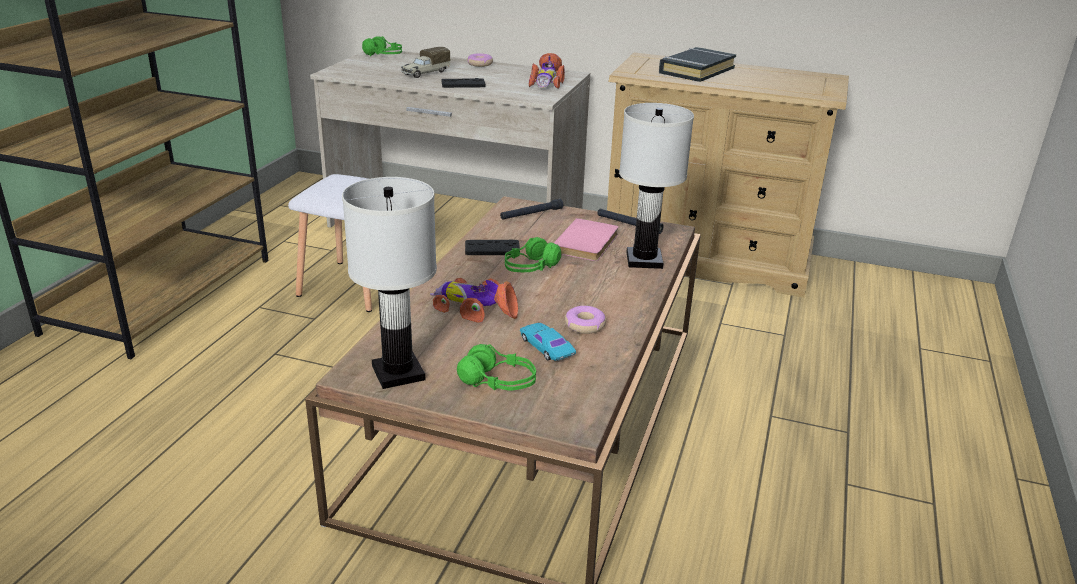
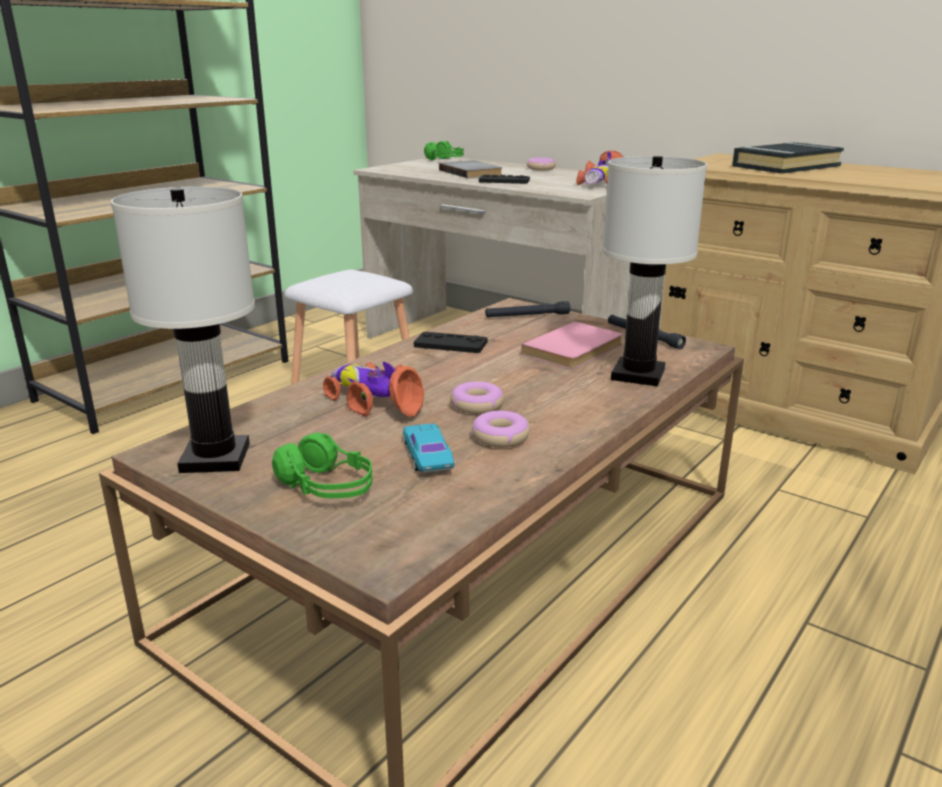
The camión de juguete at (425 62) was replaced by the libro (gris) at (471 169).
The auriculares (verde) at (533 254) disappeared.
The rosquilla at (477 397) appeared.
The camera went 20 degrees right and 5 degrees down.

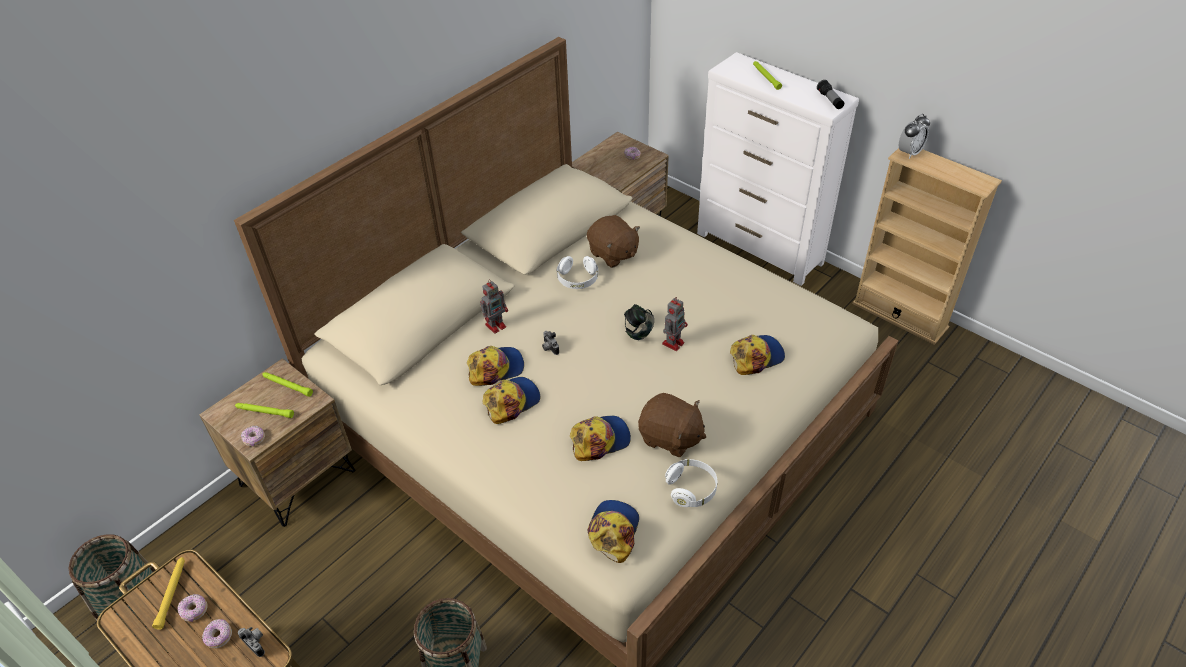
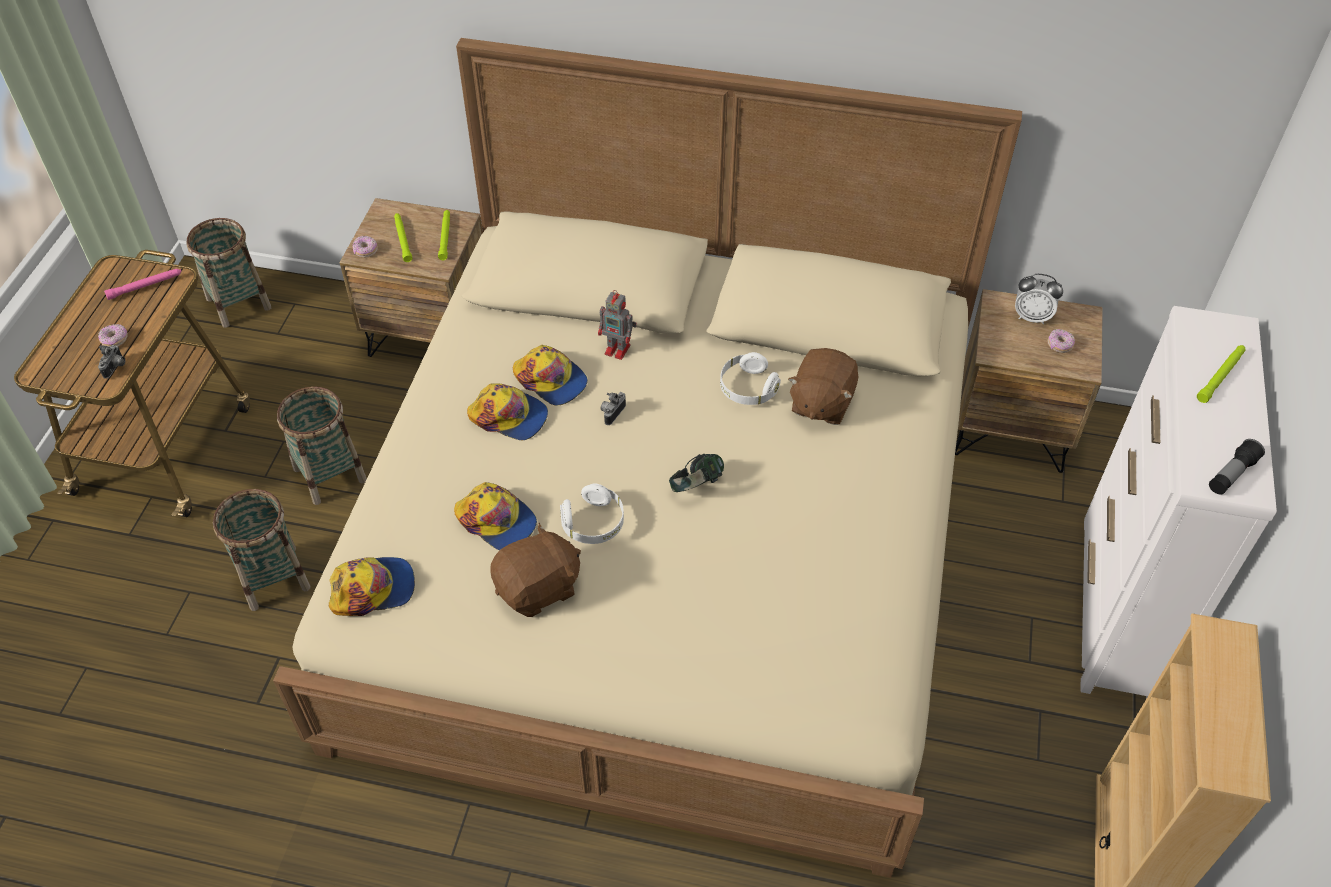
The linterna (amarillo) at (168 593) became the linterna (rosa) at (142 284).
The rosquilla at (192 608) disappeared.
The peluche (marrón) at (672 425) turned 120 degrees counterclockwise.
The robot de juguete at (675 324) disappeared.
The auriculares (blanco) moved from (691 483) to (592 514).
The gorra at (757 355) disappeared.
The despertador moved from (914 136) to (1039 299).
The cesta at (322 445) appeared.
The camera went 60 degrees right and 5 degrees up.

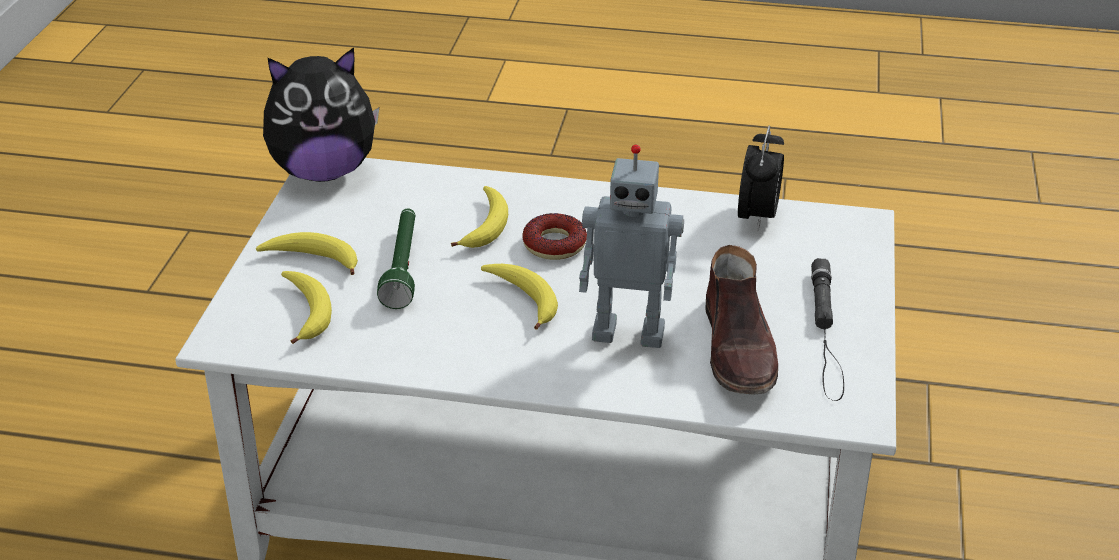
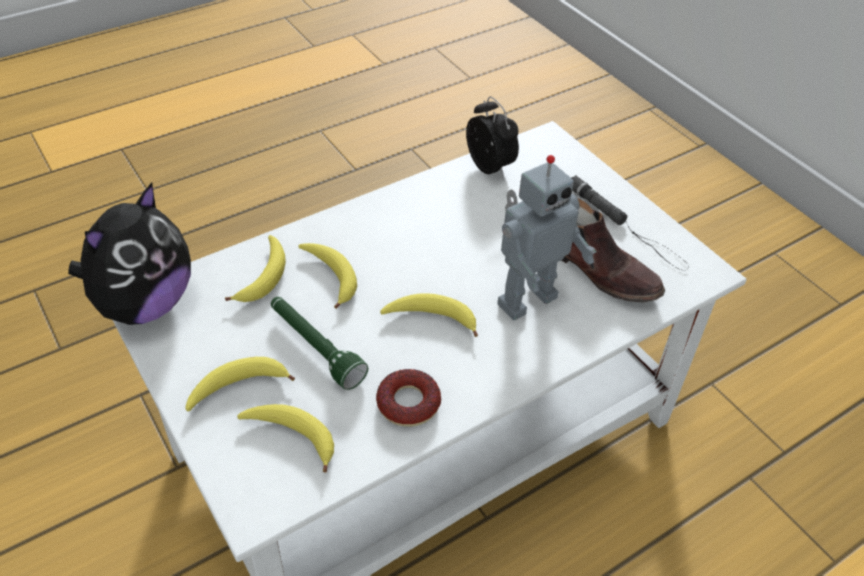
The rosquilla moved from (555 236) to (408 398).
The plátano at (255 268) appeared.
The camera went 45 degrees left and 10 degrees up.

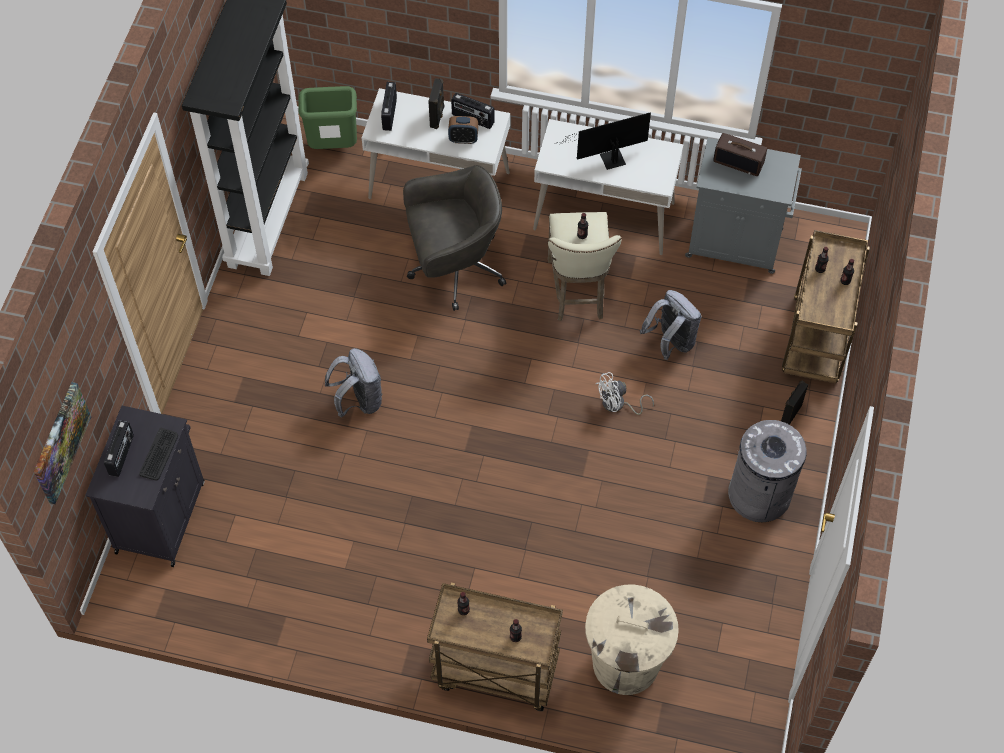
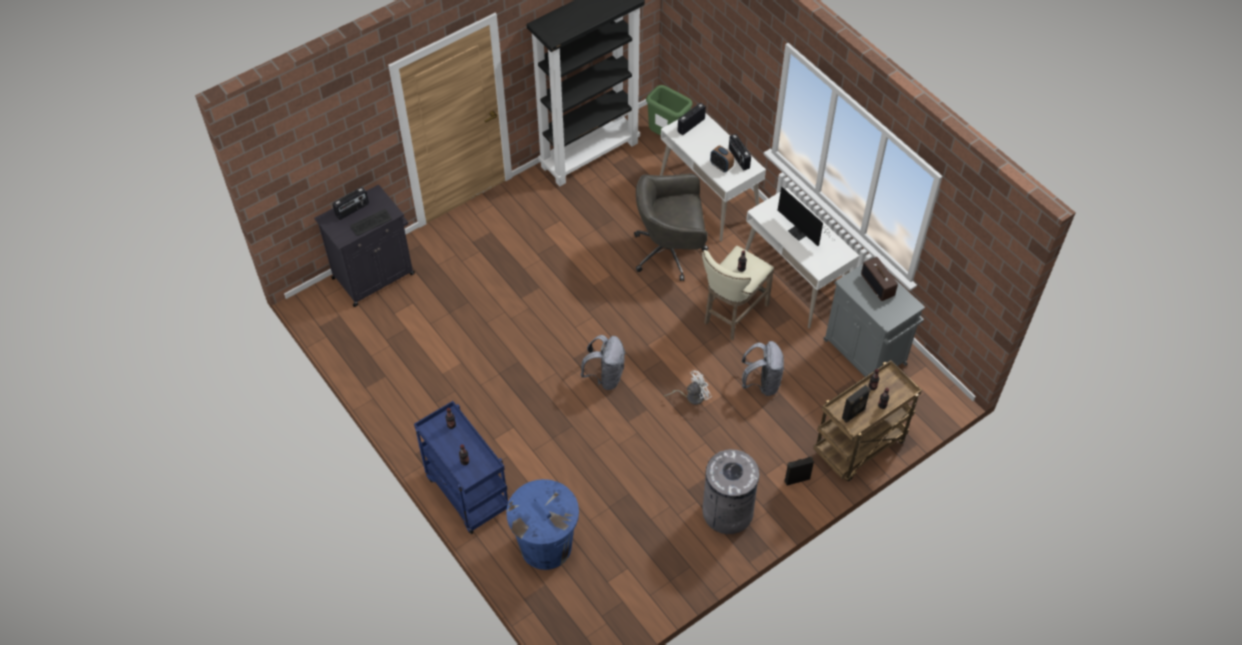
The cuadro at (62 443) disappeared.
The mochila (gris) moved from (354 383) to (602 362).
The silla de oficina (gris) at (454 238) turned 150 degrees clockwise.
The carrito (marrón) at (495 647) became the carrito (azul) at (461 467).
The altavoz (negro) moved from (436 103) to (856 404).
The monitor at (608 141) turned 150 degrees counterclockwise.
The papelera (beis) at (632 639) became the papelera (azul) at (542 524).
The ventilador (blanco) at (625 393) turned 135 degrees clockwise.
The camera went 40 degrees right and 5 degrees down.

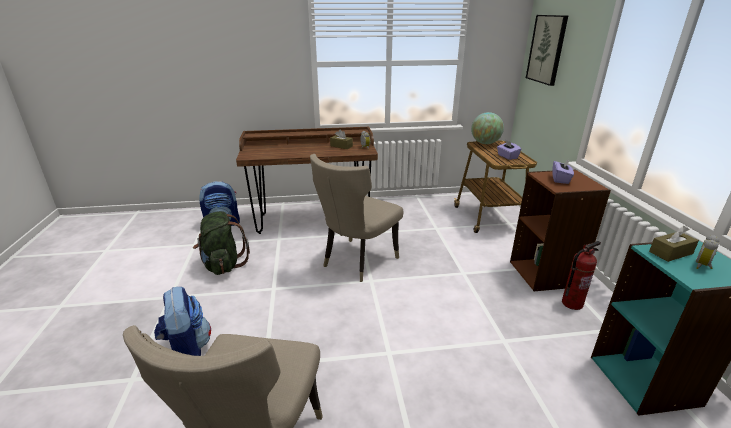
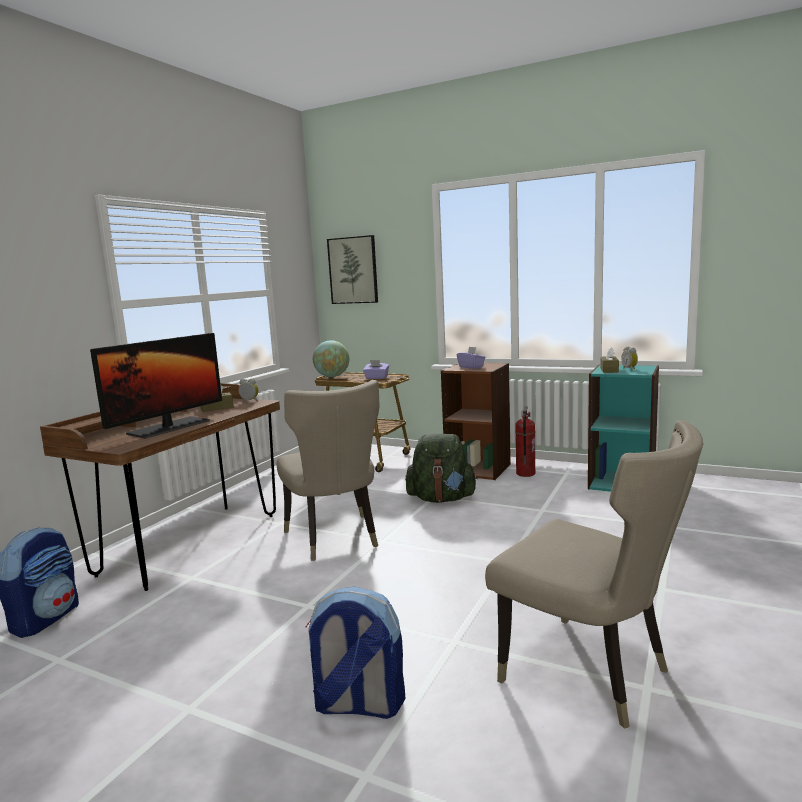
The mochila (verde) moved from (221 243) to (441 468).
The monitor at (156 386) appeared.
The camera went 55 degrees left and 15 degrees down.

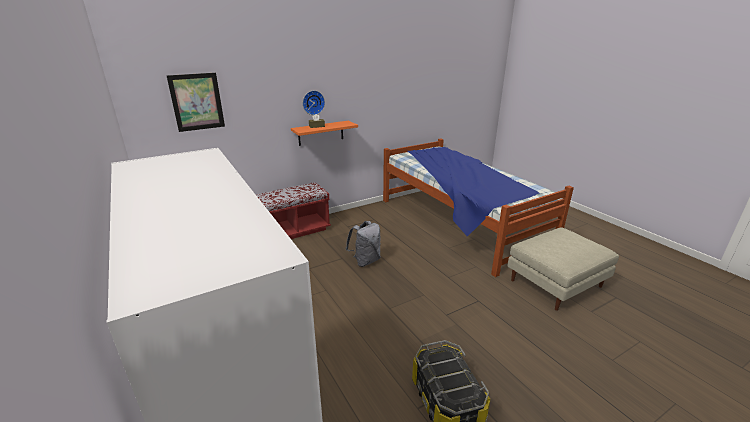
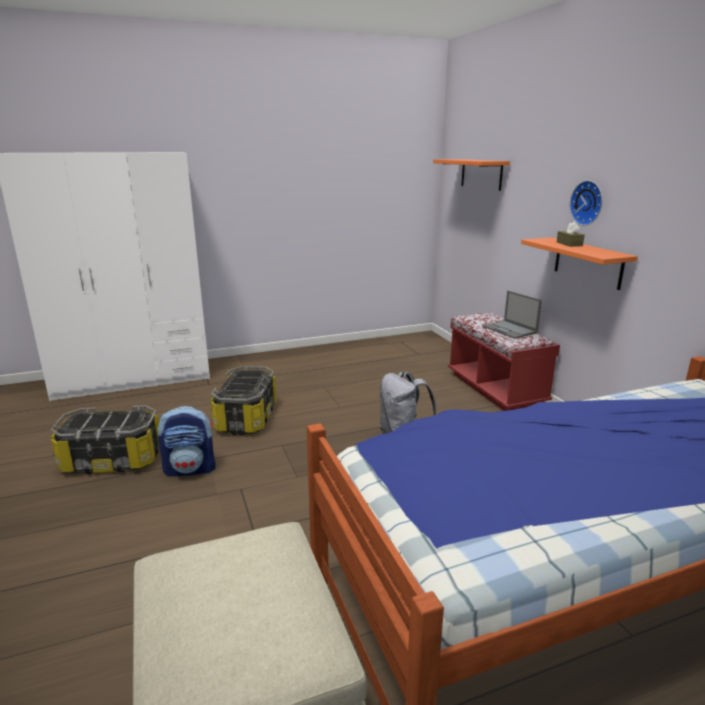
The cuadro at (196 102) was replaced by the estante (naranja) at (471 175).
The mochila at (187 441) appeared.
The caja de almacenaje at (244 400) appeared.
The portátil at (512 315) appeared.
The camera went 100 degrees right and 5 degrees down.

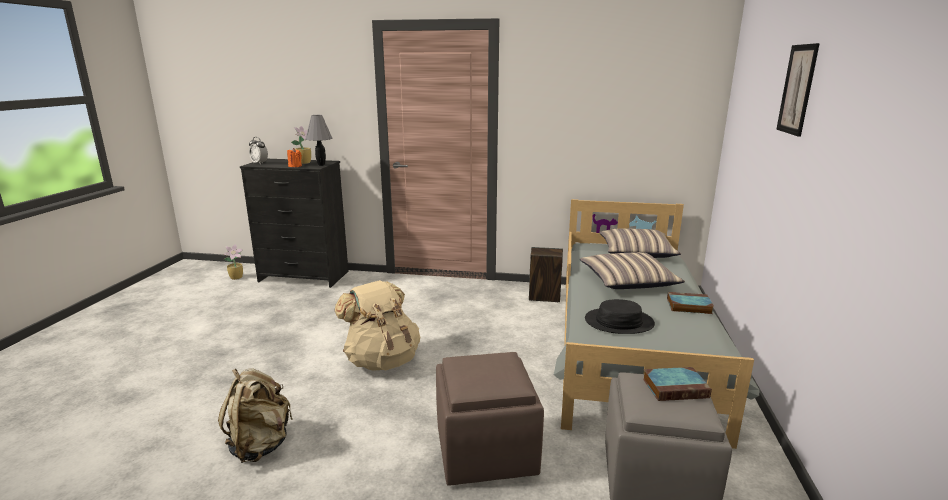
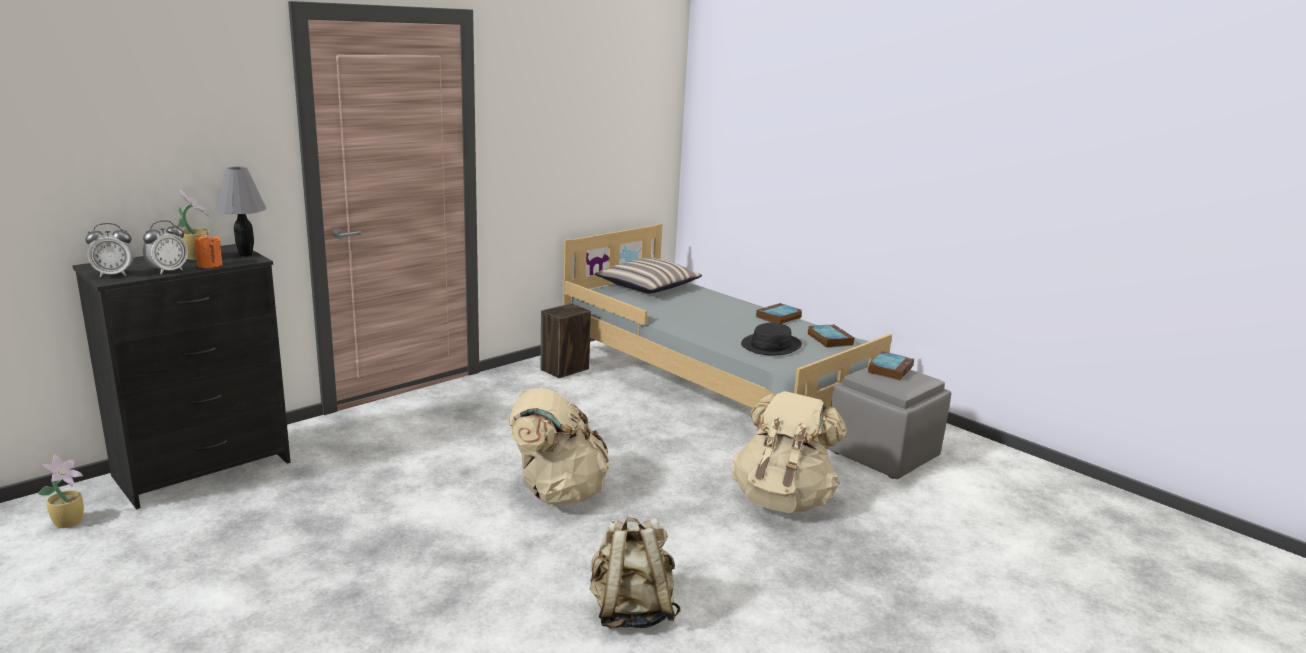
The puf (marrón) at (490 419) was replaced by the mochila (beis) at (789 452).
The cojín at (632 270) disappeared.
The cuadro at (798 90) disappeared.
The despertador at (165 247) appeared.
The libro at (831 336) appeared.
The camera went 55 degrees left and 0 degrees up.

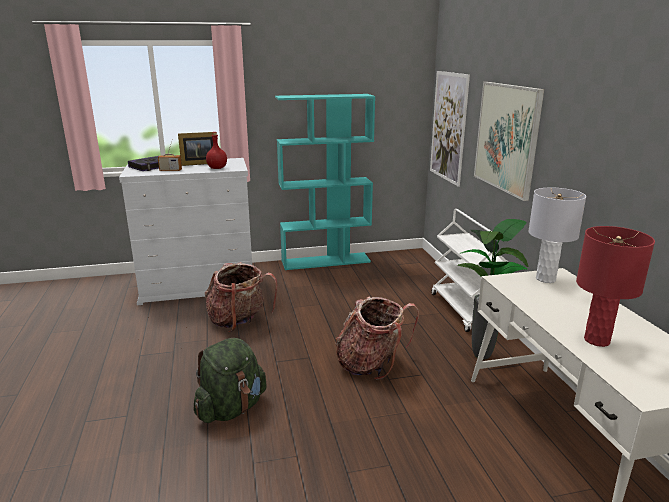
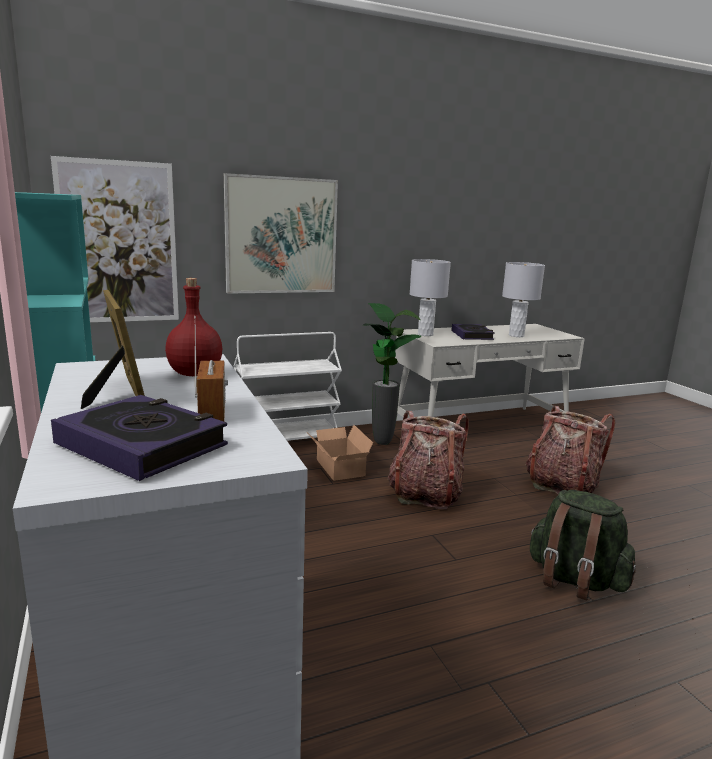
The mochila moved from (241 297) to (570 450).
The lámpara de mesa (rojo) at (615 286) became the lámpara de mesa (gris) at (523 299).
The caja de cartón at (341 453) appeared.
The libro at (473 332) appeared.
The camera went 100 degrees left and 5 degrees down.

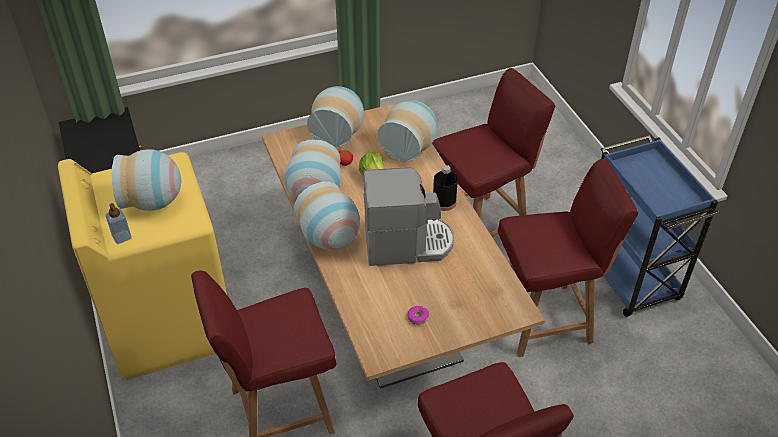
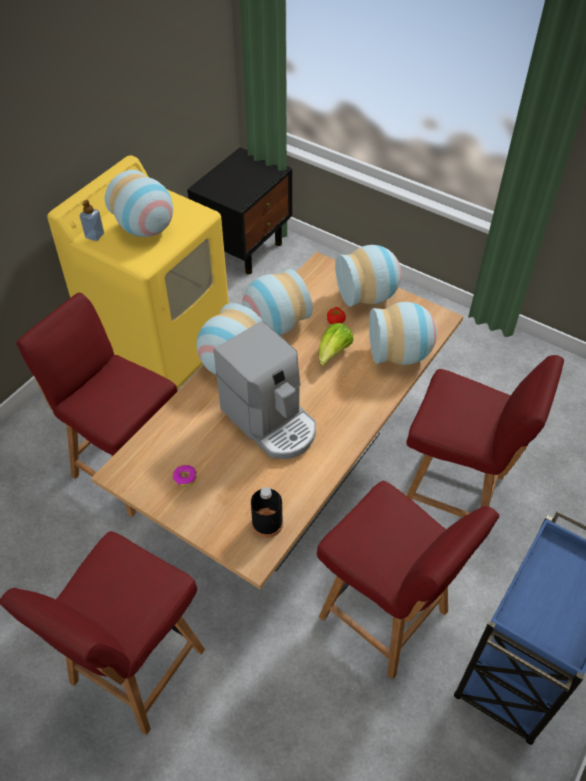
The botella (negro) moved from (445 188) to (267 512).
The camera went 55 degrees right and 5 degrees up.

